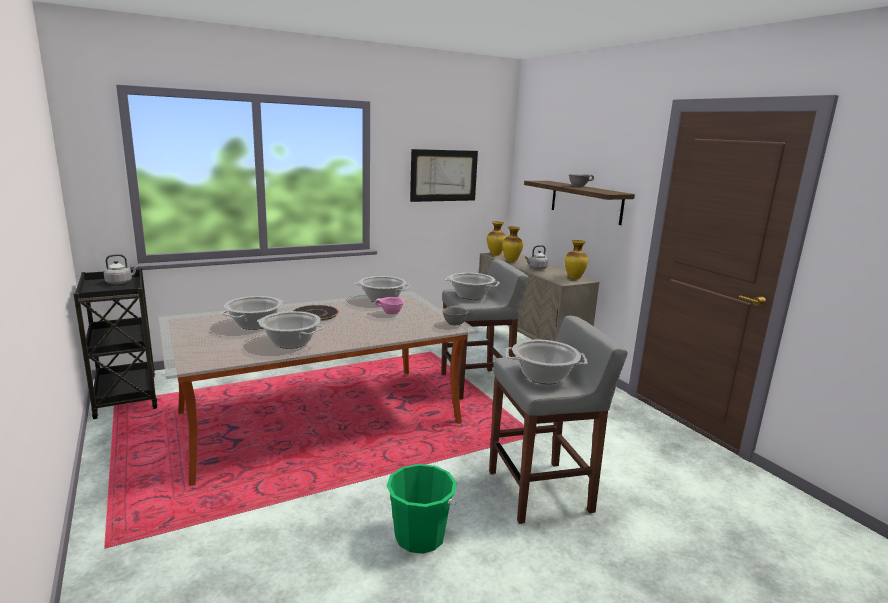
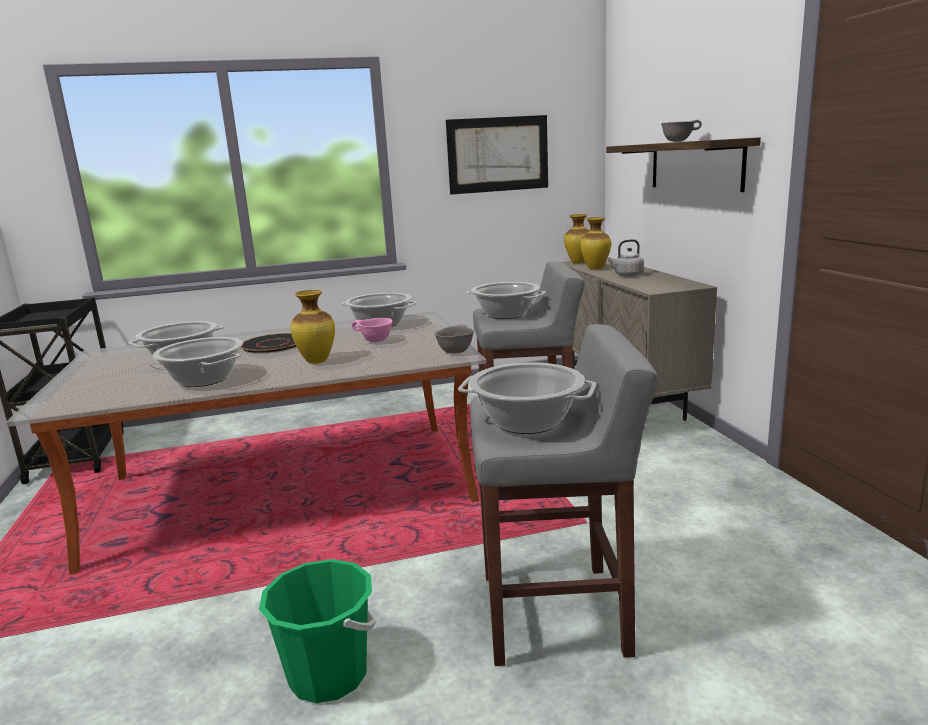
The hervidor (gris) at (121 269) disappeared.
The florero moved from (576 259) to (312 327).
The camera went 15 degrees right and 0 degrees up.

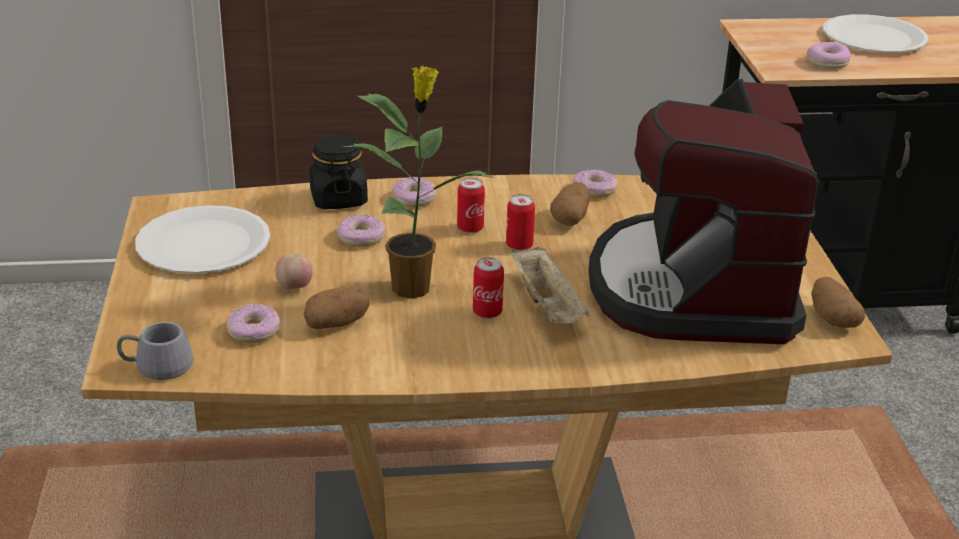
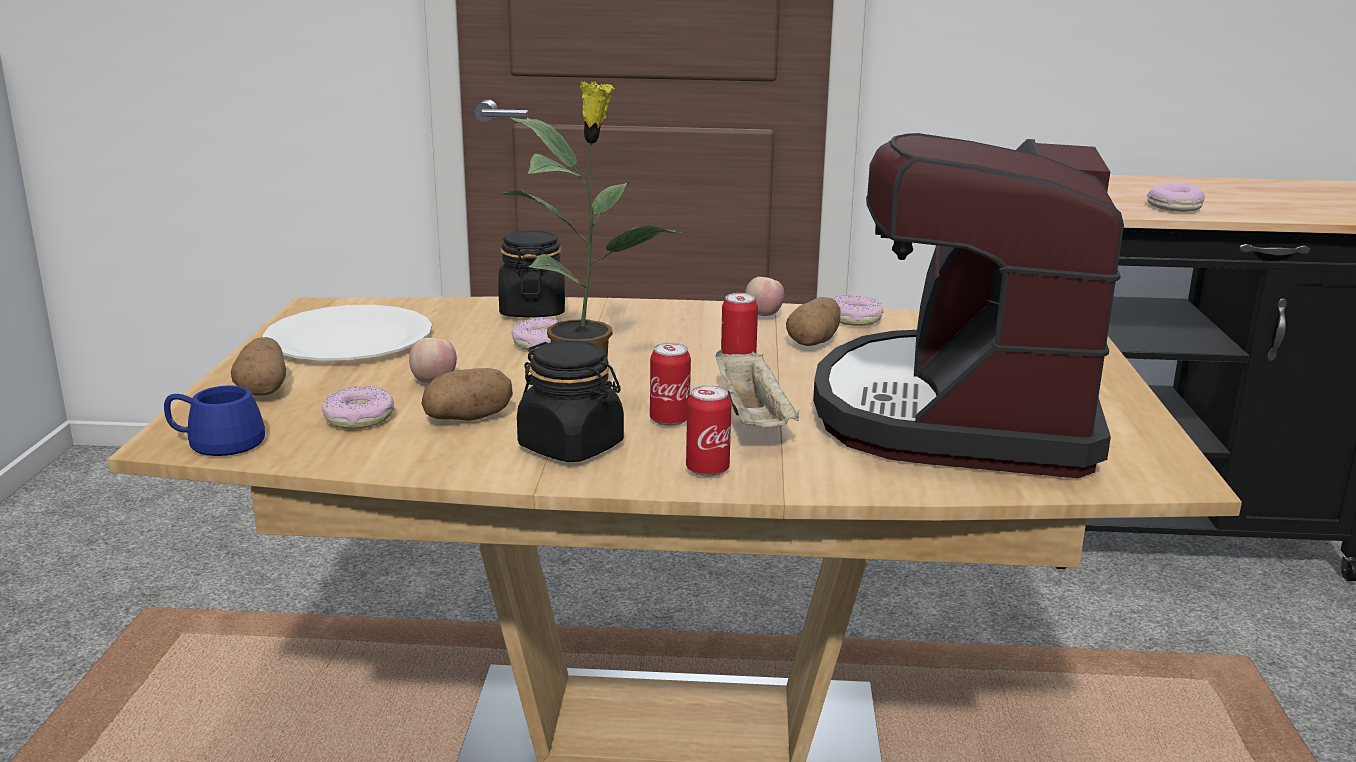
The taza grande (gris) at (155 351) became the taza grande (azul) at (214 420).
The rosquilla at (414 192) disappeared.
The lata moved from (471 205) to (709 431).
The patata moved from (838 302) to (258 366).
The plato (blanco) at (875 33) disappeared.
The tarro (negro) at (570 401) appeared.
The manzana at (764 296) appeared.
The camera went 10 degrees right and 10 degrees down.

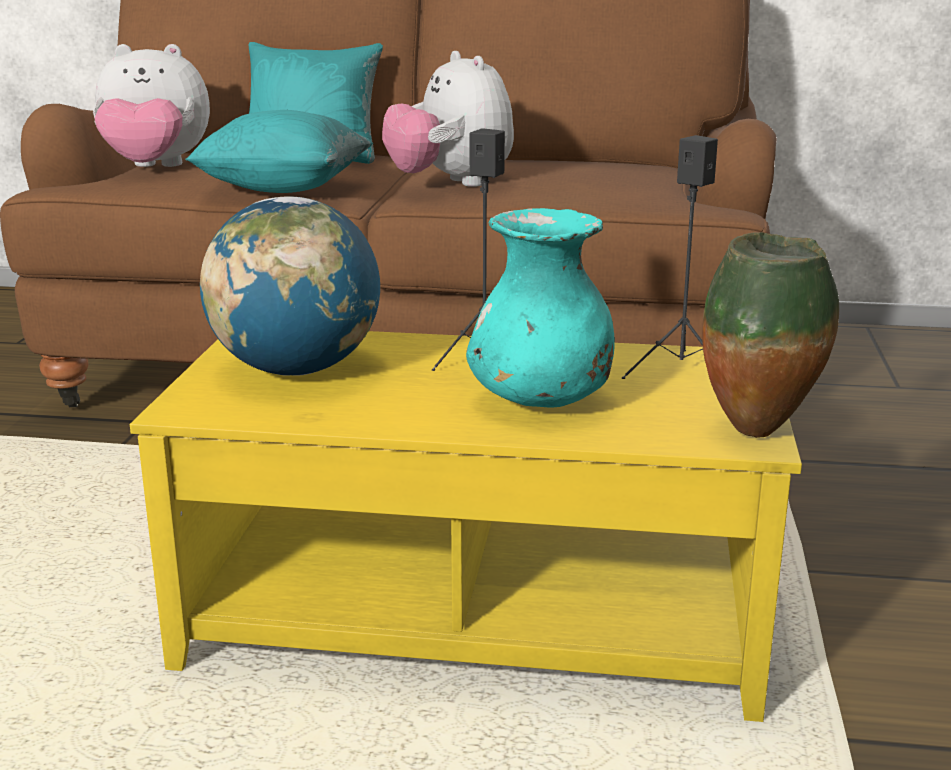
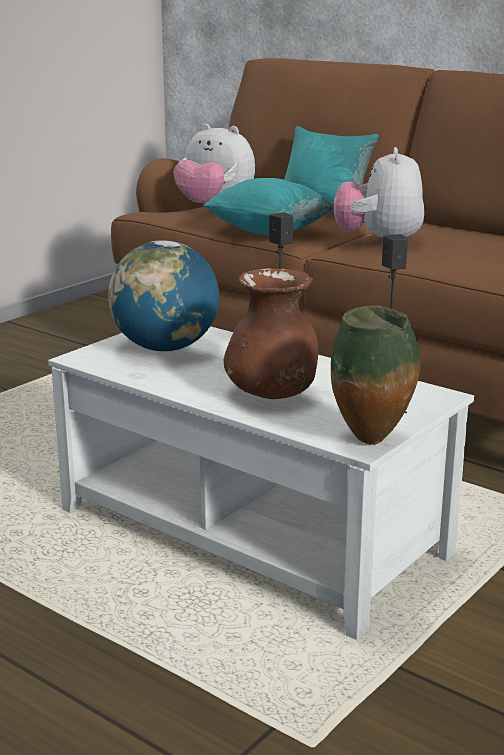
The mesa de centro (amarillo) at (466 526) became the mesa de centro (blanco) at (261 483).
The florero (turquesa) at (540 307) became the florero (marrón) at (271 334).
The camera went 30 degrees right and 0 degrees up.

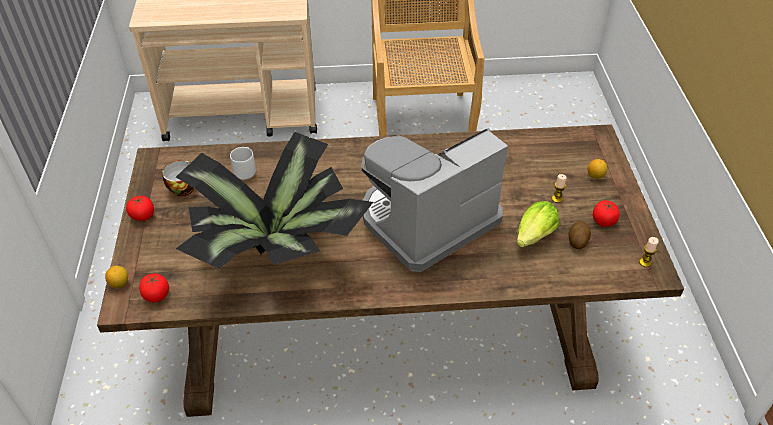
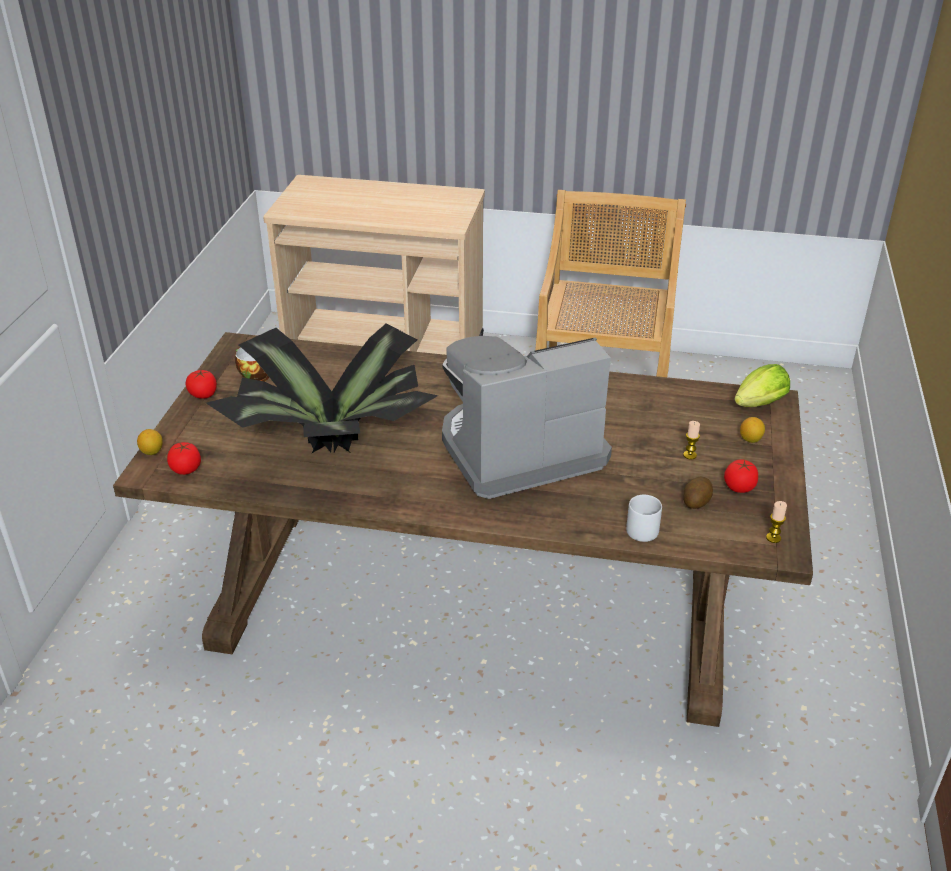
The taza grande (gris) moved from (243 163) to (644 518).
The lechuga moved from (538 224) to (762 385).
The camera went 15 degrees right and 10 degrees down.

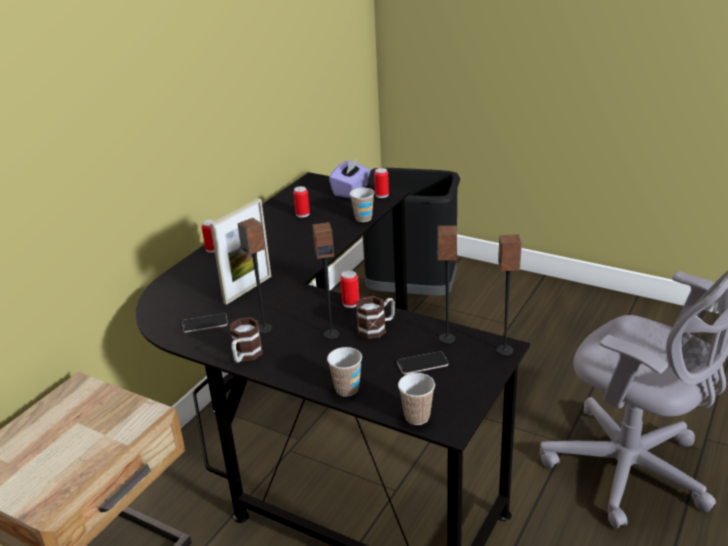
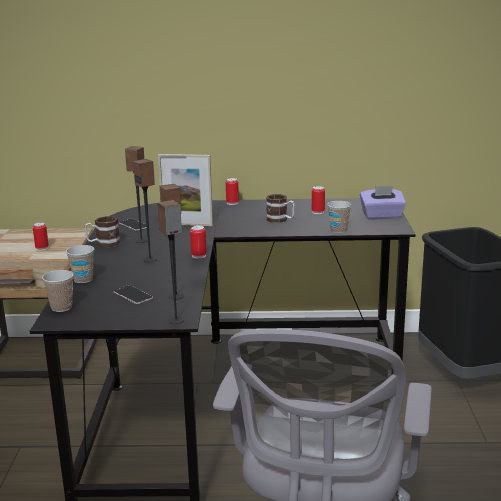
The taza grande moved from (375 317) to (280 208).
The lata moved from (381 183) to (41 236).
The camera went 60 degrees right and 10 degrees down.

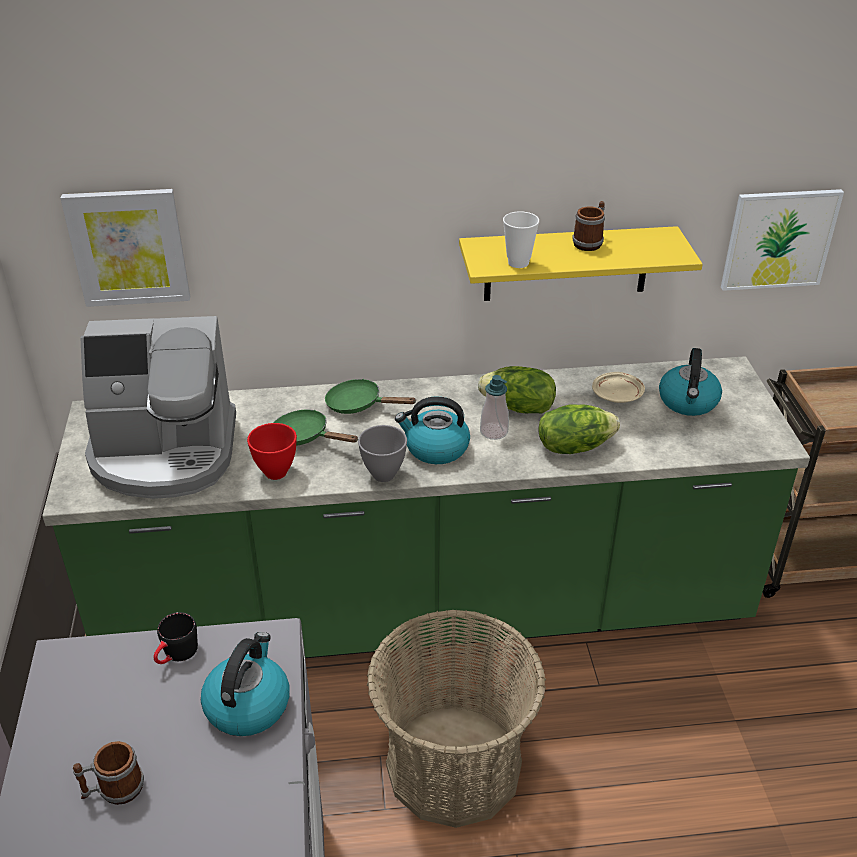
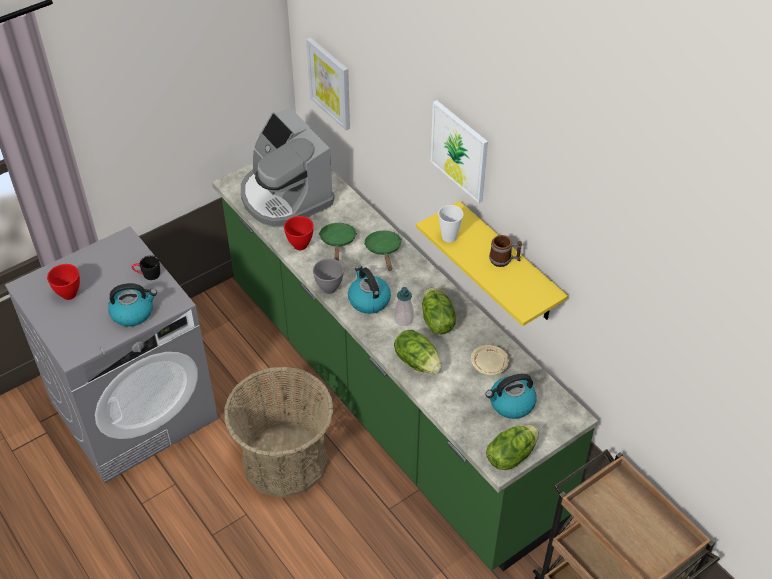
The taza grande at (108 773) was replaced by the cuenco (rojo) at (63 282).
The cuadro moved from (782 240) to (459 151).
The lechuga at (512 447) appeared.
The camera went 60 degrees right and 10 degrees up.

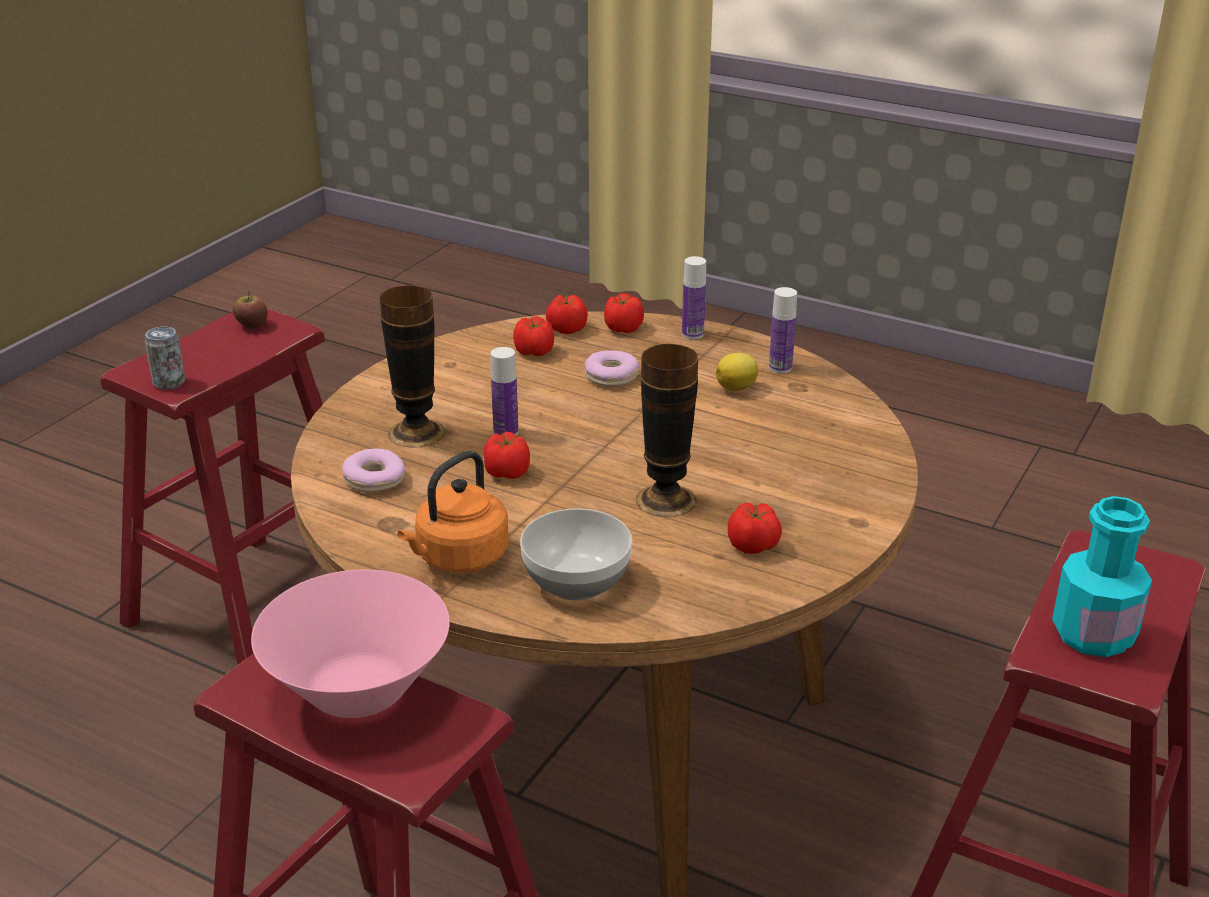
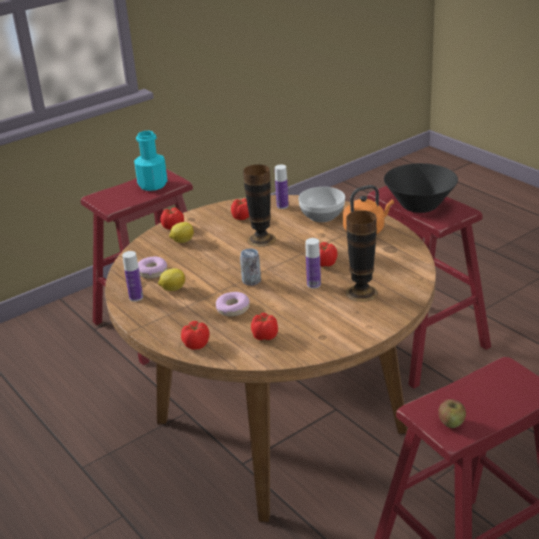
The lata moved from (165 358) to (250 267).
The cuenco (rosa) at (350 643) became the cuenco (negro) at (421 188).
The rosquilla moved from (374 470) to (152 267).
The tomate moved from (567 314) to (172 218).
The botella moved from (694 297) to (282 187).
The limón at (181 232) appeared.
The camera went 155 degrees left and 0 degrees up.

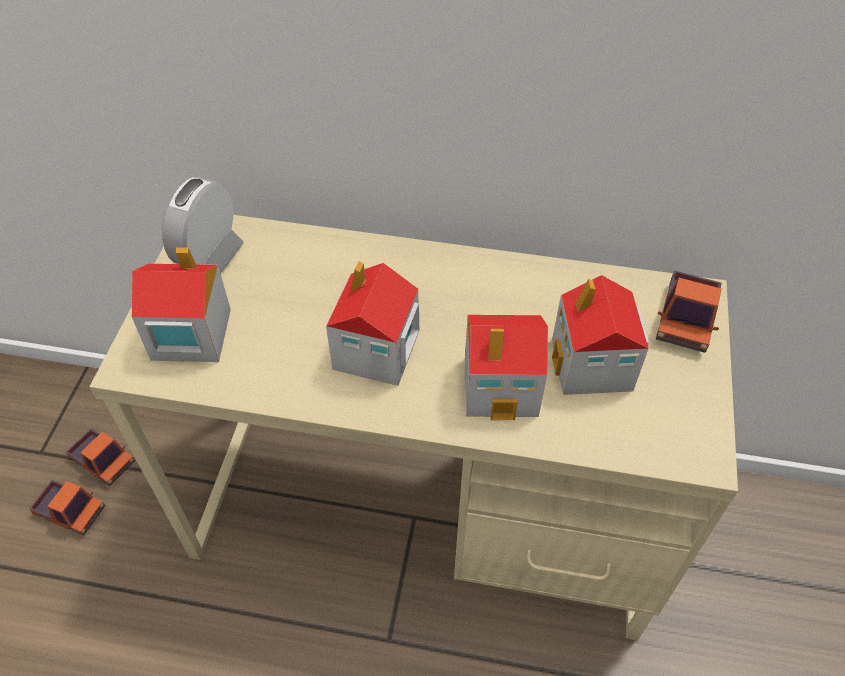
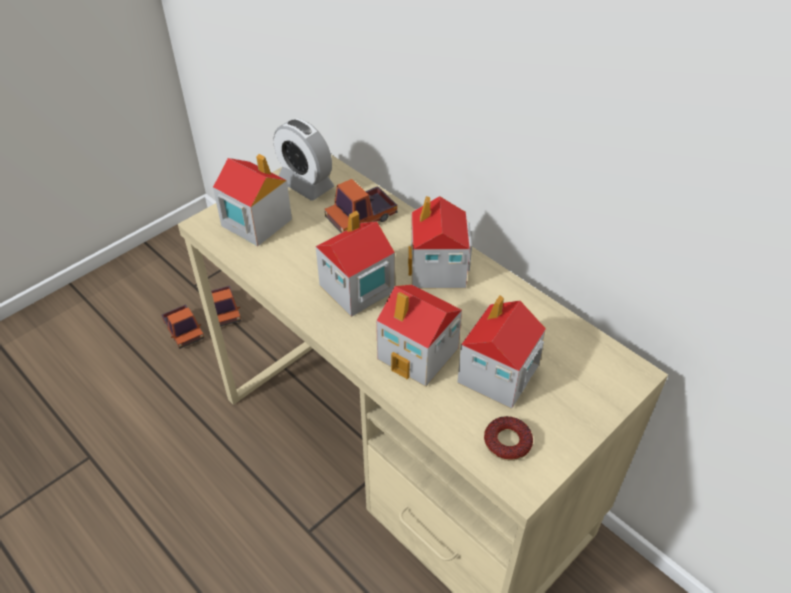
The despertador at (203 225) turned 105 degrees counterclockwise.
The camión de juguete moved from (689 311) to (361 206).
The casita at (440 242) appeared.
The rosquilla at (508 438) appeared.
The camera went 35 degrees right and 5 degrees down.

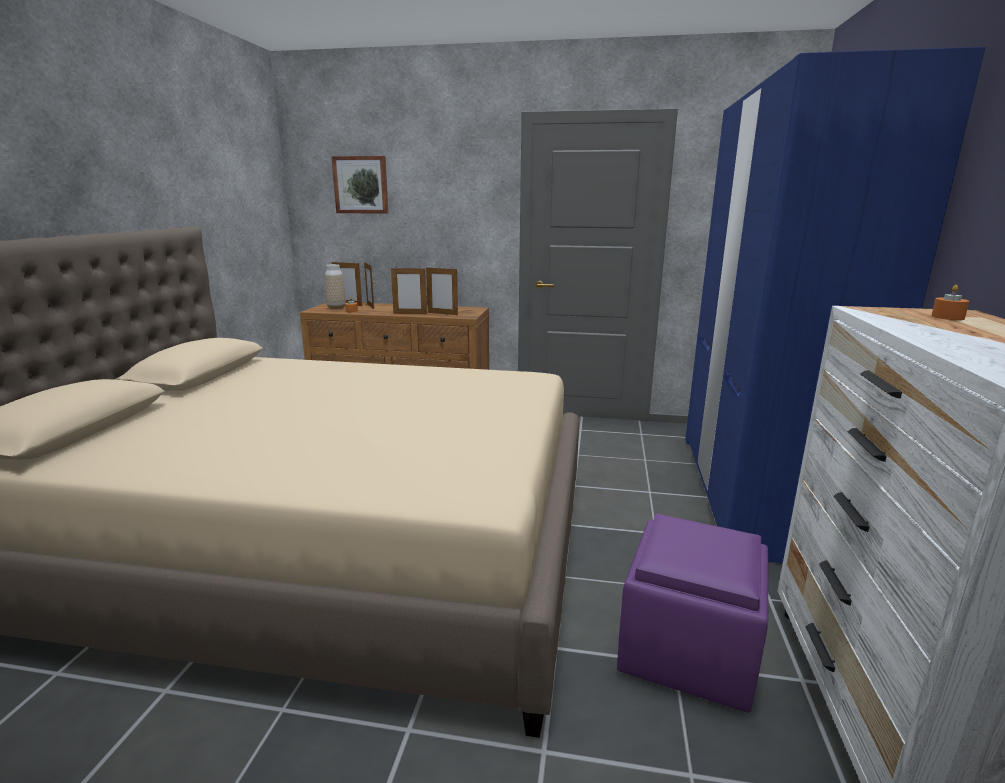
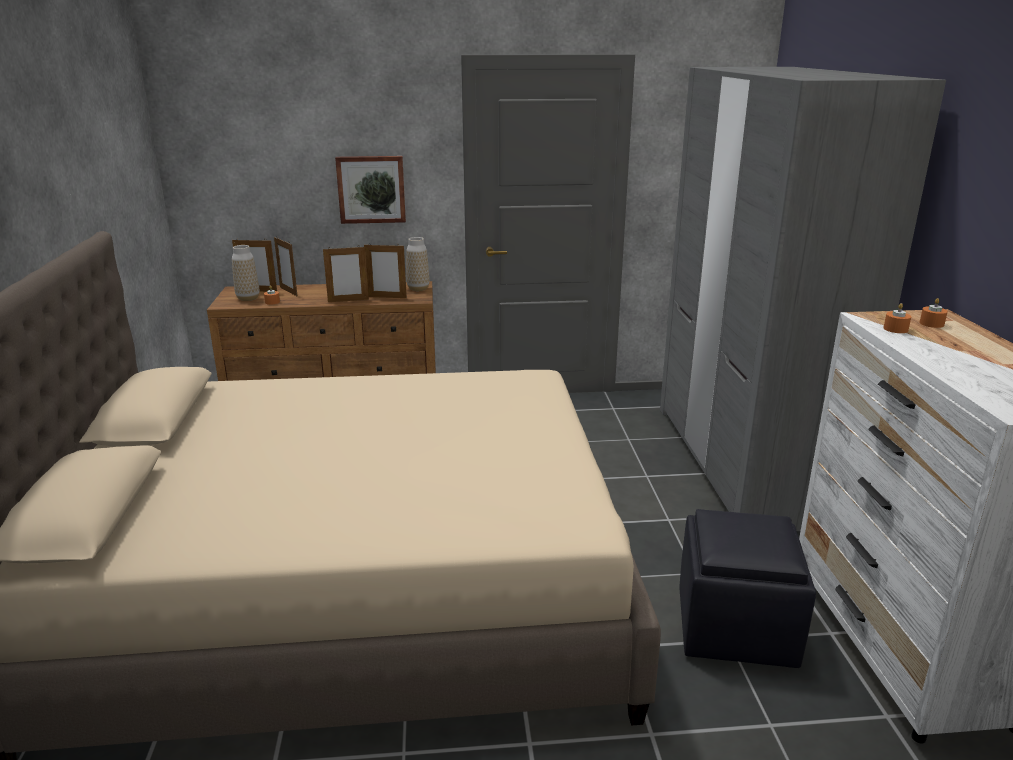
The cuadro moved from (360 185) to (370 190).
The puf (morado) at (693 613) became the puf (negro) at (748 588).
The armario ropero (azul) at (835 305) became the armario ropero (gris) at (803 299).
The florero at (418 264) appeared.
The vela (naranja) at (897 318) appeared.
The camera went 15 degrees left and 5 degrees up.

